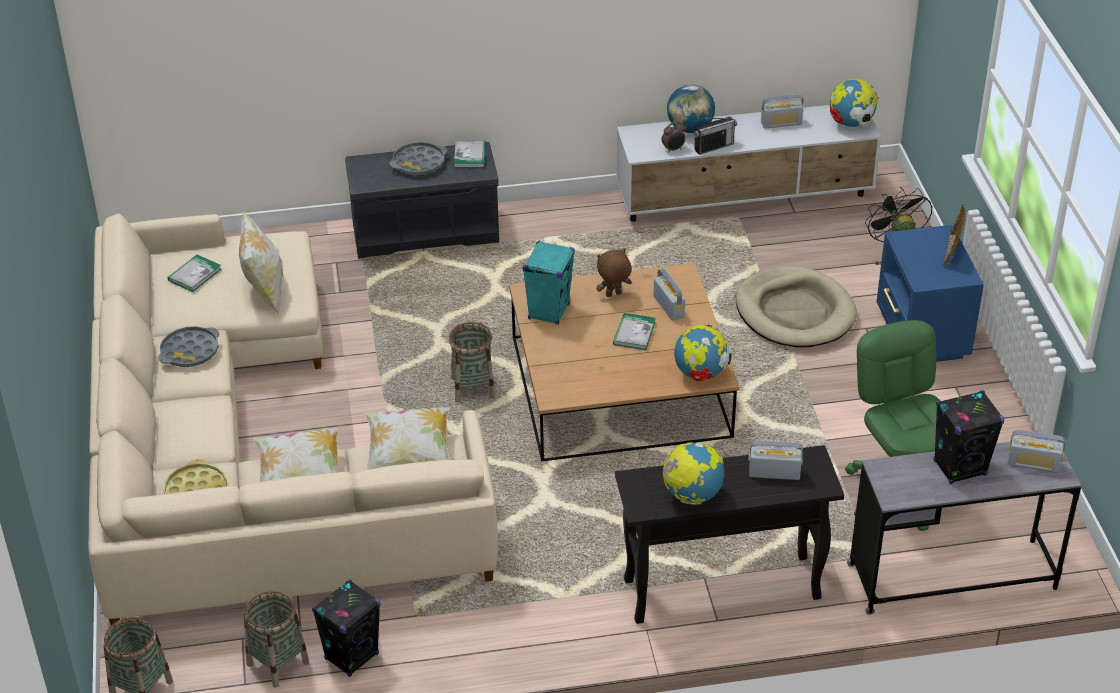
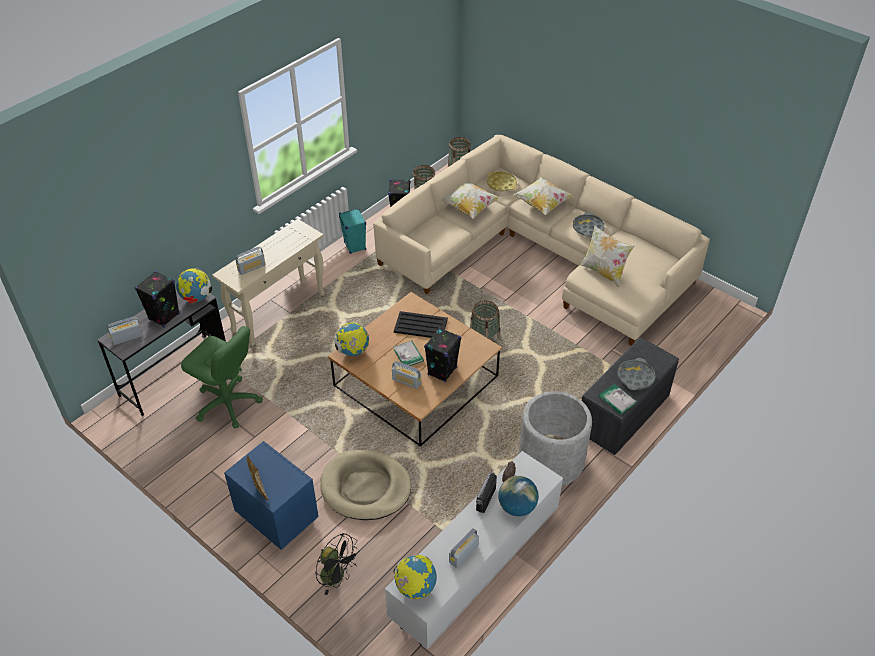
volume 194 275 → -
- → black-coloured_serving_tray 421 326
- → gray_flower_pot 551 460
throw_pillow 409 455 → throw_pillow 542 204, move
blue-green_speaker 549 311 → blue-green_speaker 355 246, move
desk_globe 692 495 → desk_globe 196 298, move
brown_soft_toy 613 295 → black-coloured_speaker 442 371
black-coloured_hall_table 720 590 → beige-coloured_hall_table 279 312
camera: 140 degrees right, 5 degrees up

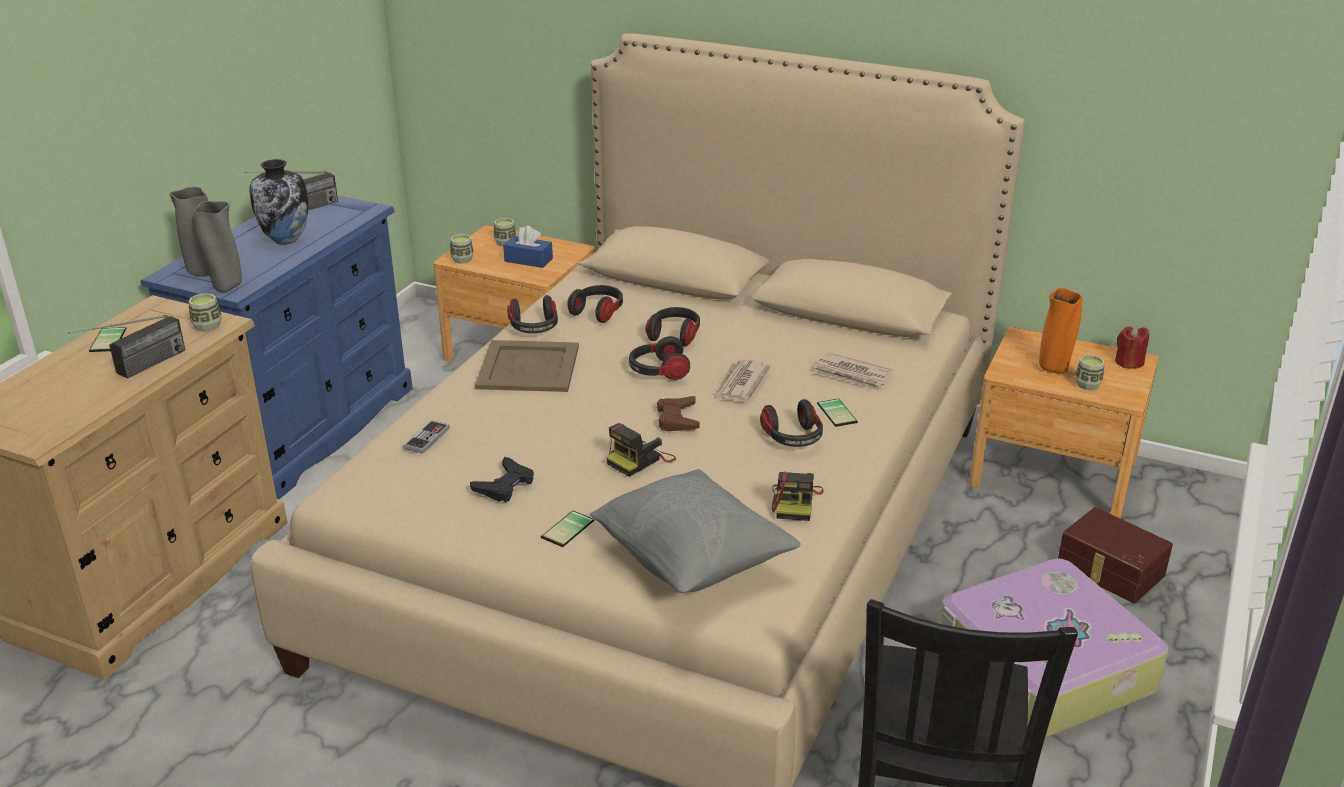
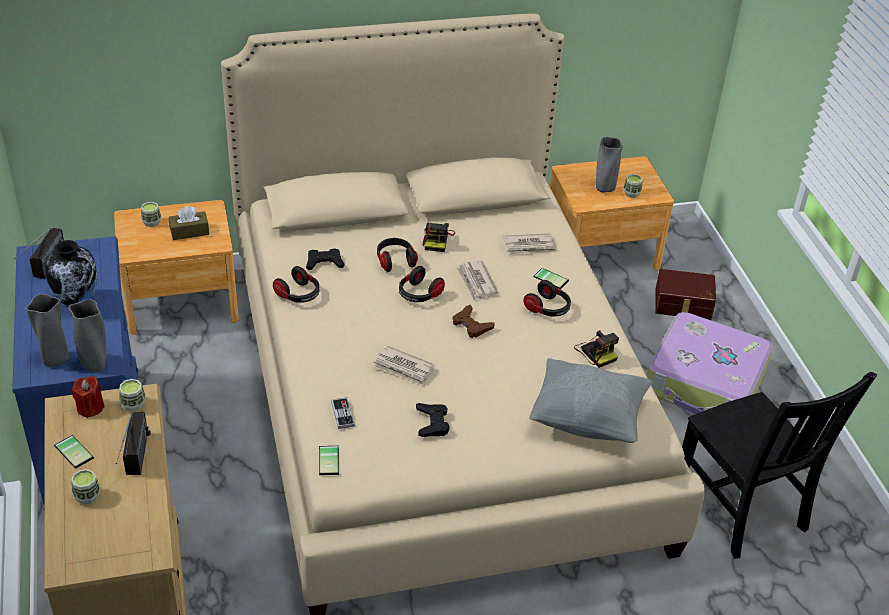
beige-coloured_serving_tray 529 367 → -
- → newspaper 404 368
small_cup 462 259 → small_cup 87 496, move
handset 570 530 → handset 331 460, move
photo_camera 640 460 → photo_camera 437 240, move
reddish_wax_candle 1128 362 → reddish_wax_candle 90 408, move
pair_of_headphones 598 312 → black-coloured_joypad 324 262
blue-coloured_box_of_tissues 528 260 → brown_box_of_tissues 189 232
orange_flower_vase 1053 368 → gray_flower_vase 604 189
camera: 40 degrees left, 10 degrees up

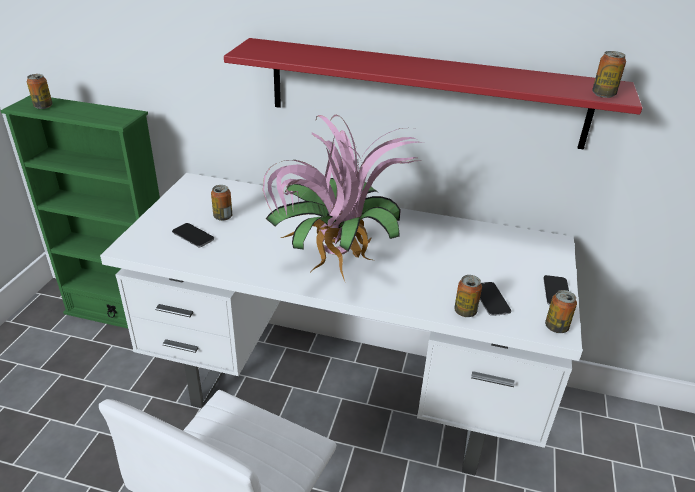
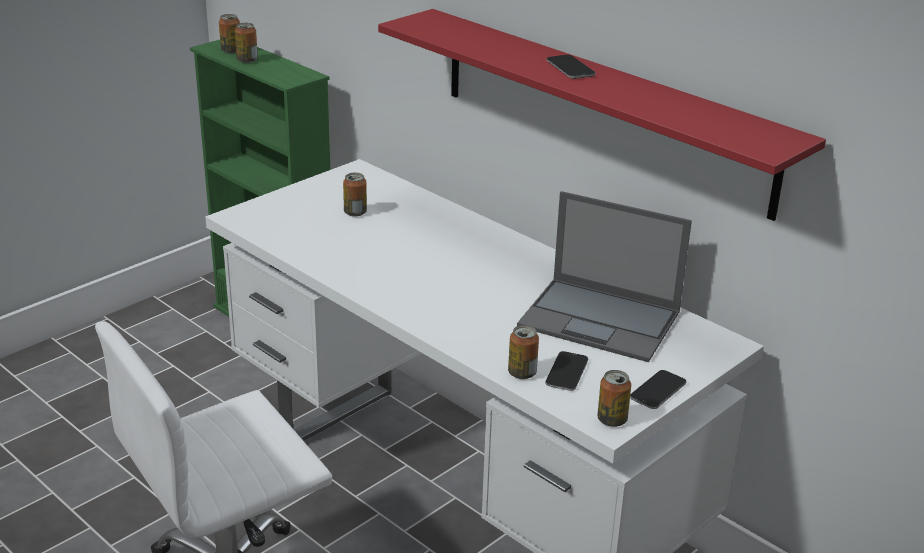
houseplant 335 264 → -
- → notebook_computer 601 320
handset 193 236 → handset 570 68, move
metal_can 603 94 → metal_can 247 60, move
camera: 30 degrees right, 5 degrees down

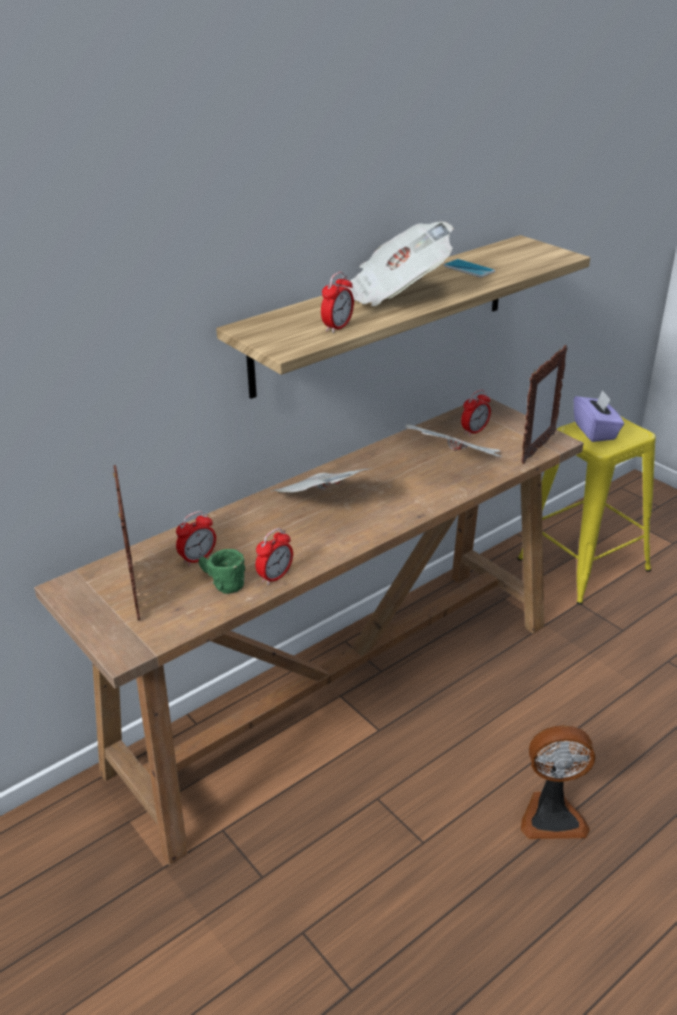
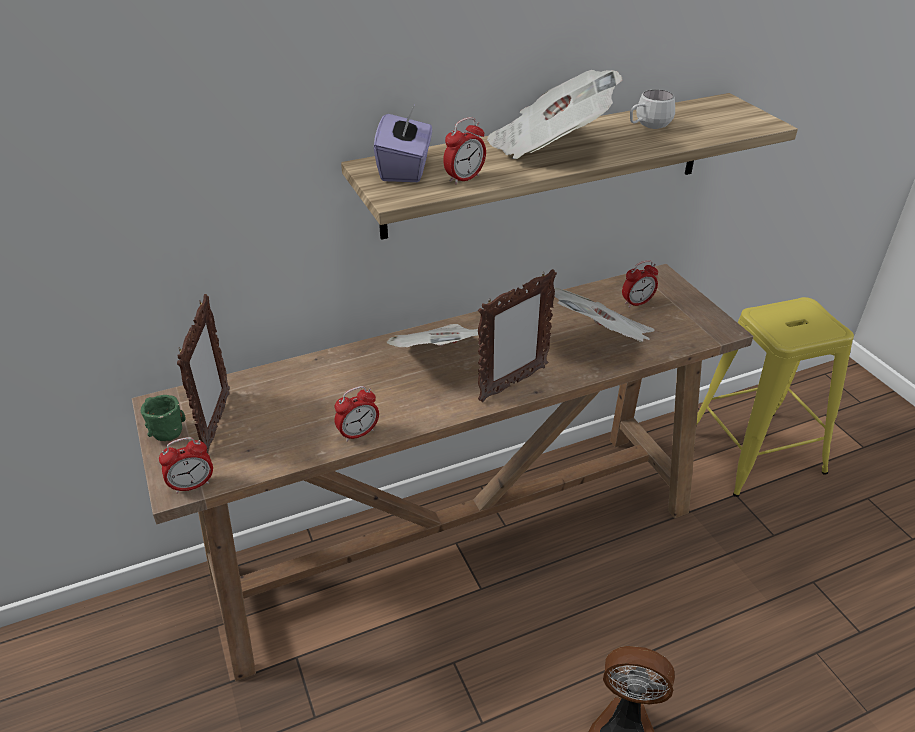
bedside_clock 198 558 → bedside_clock 192 485, move
green_tea_mug 220 583 → green_tea_mug 161 428, move
picture_frame 537 449 → picture_frame 512 384, move
purple_box_of_tissues 595 431 → purple_box_of_tissues 405 169, move
handset 468 269 → whitish_tea_mug 647 127
camera: 15 degrees right, 5 degrees up

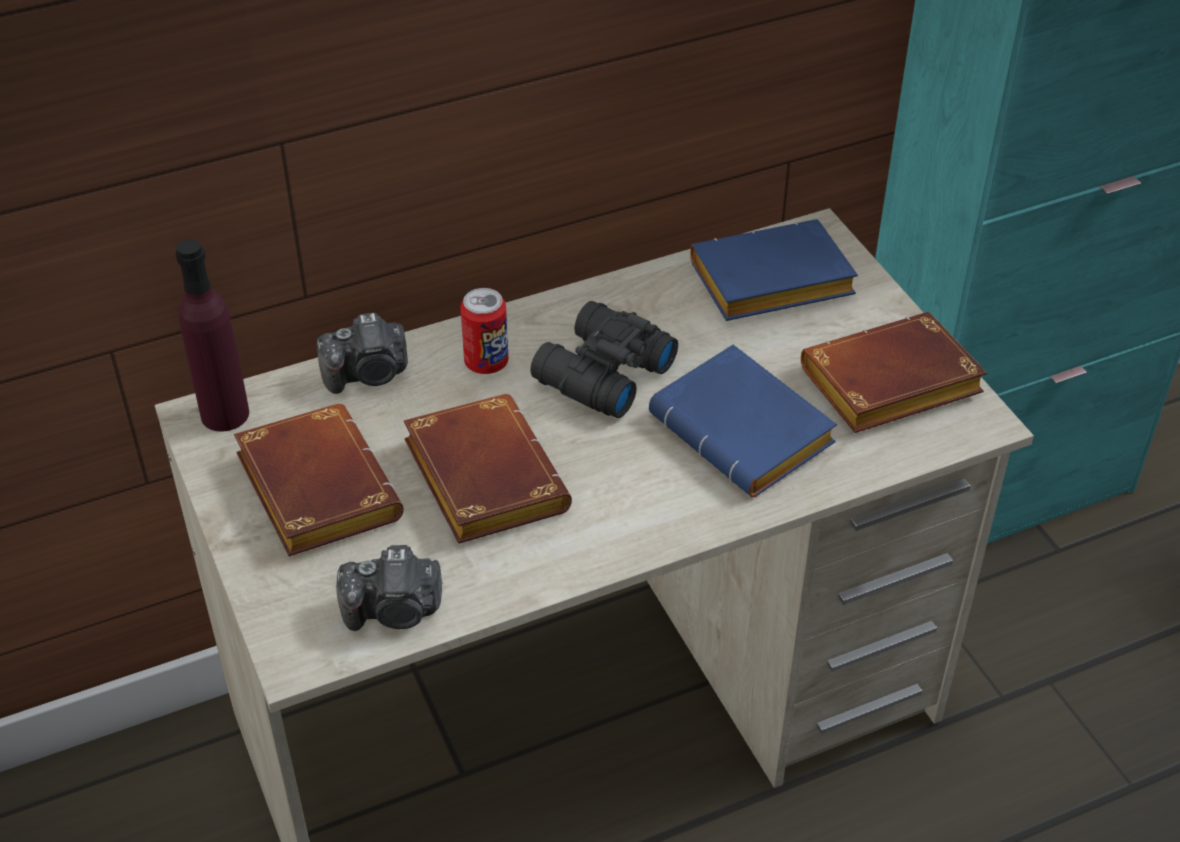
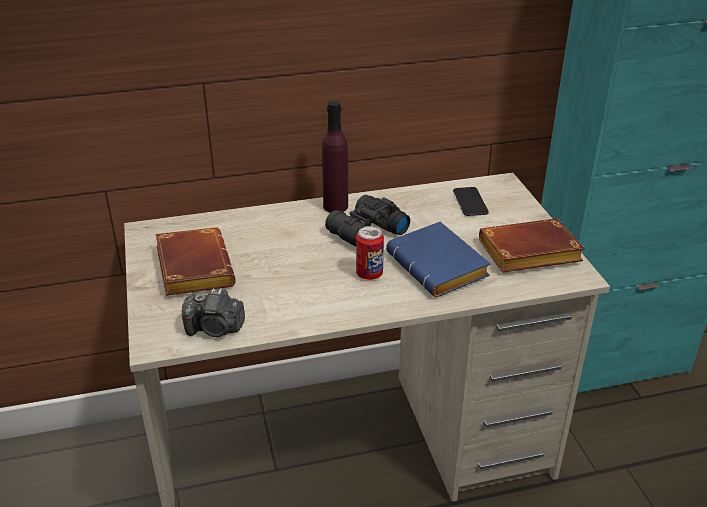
photo_camera 368 374 → -
brown_volume 479 477 → -
purple_beverage_bottle 225 414 → purple_beverage_bottle 335 206, move
metal_can 486 363 → metal_can 369 274, move
blue-coloured_volume 768 285 → handset 470 202
camera: 10 degrees right, 10 degrees down

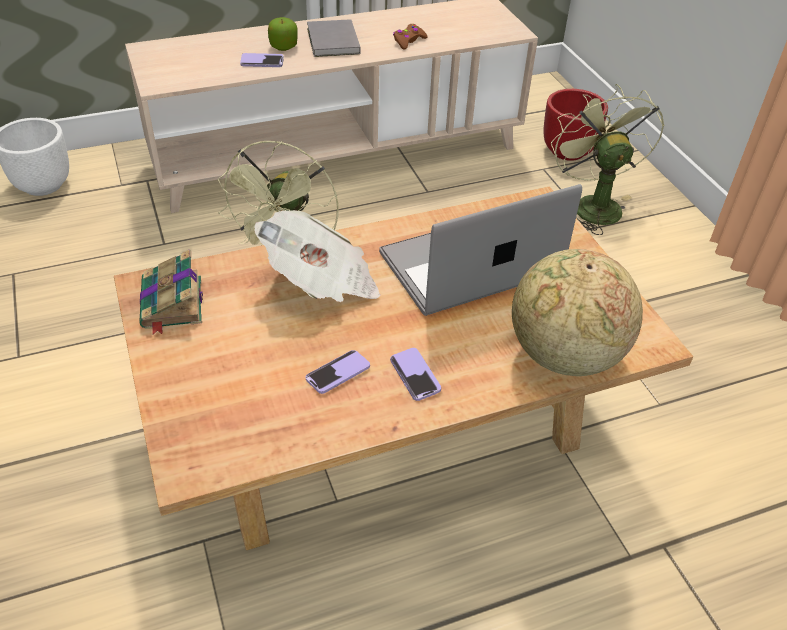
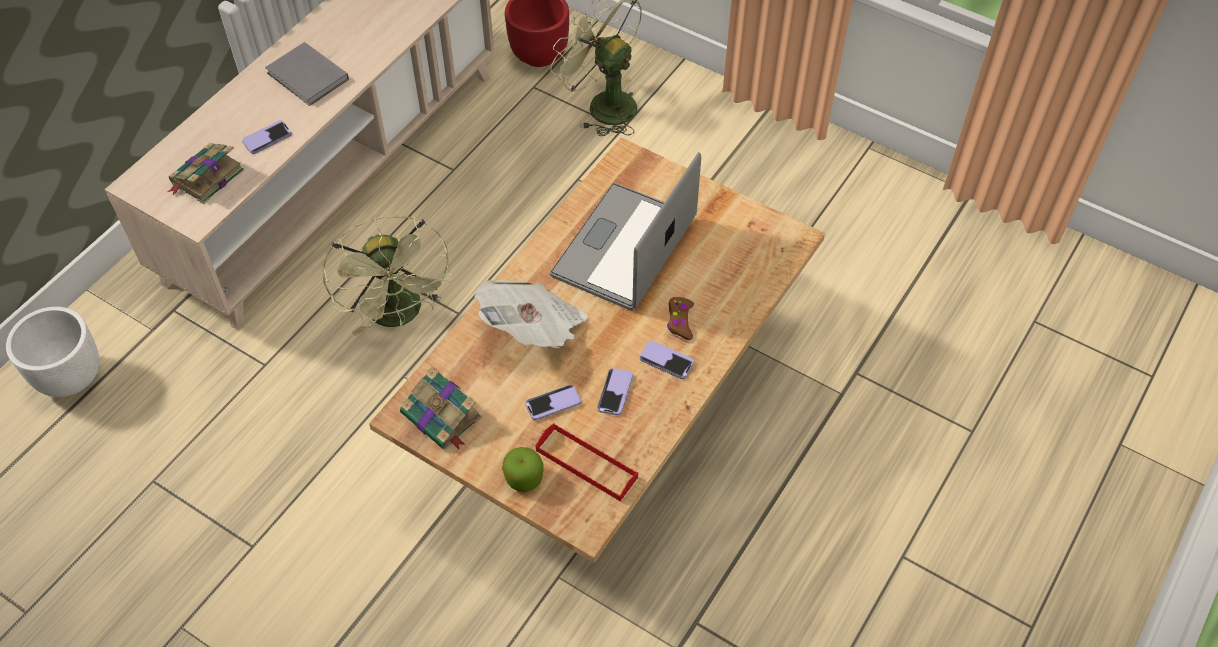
desk_globe 564 355 → -
- → volume 206 177
- → handset 553 403
- → reddish_serving_tray 586 464
apple 283 46 → apple 524 478, move
brown_joypad 408 41 → brown_joypad 680 321, move
camera: 35 degrees left, 10 degrees up

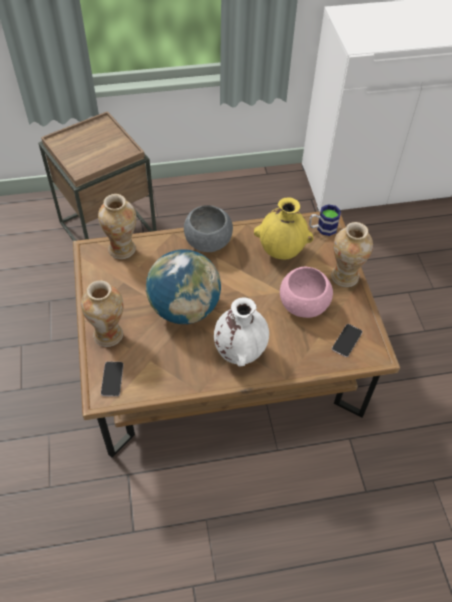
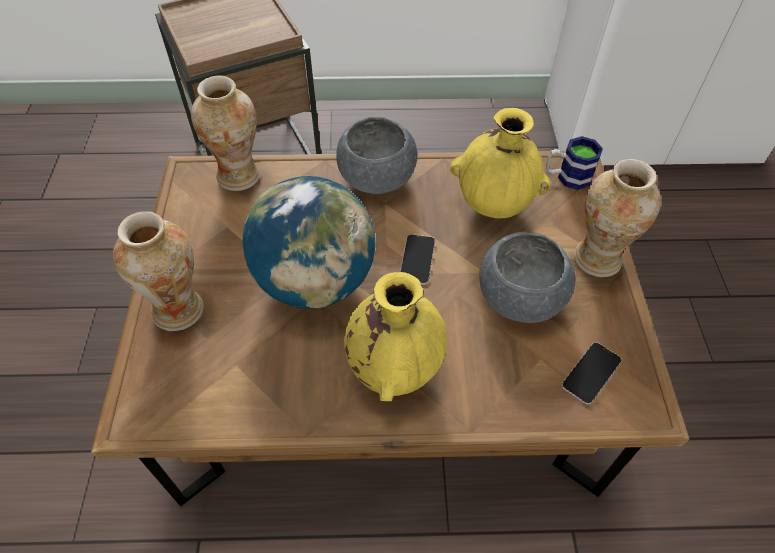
handset 112 379 → handset 417 259, move
whitish_flower_vase 239 352 → yellow_flower_vase 394 369
pinkish_deep_dish 303 304 → gray_deep_dish 519 297
camera: 10 degrees right, 0 degrees up

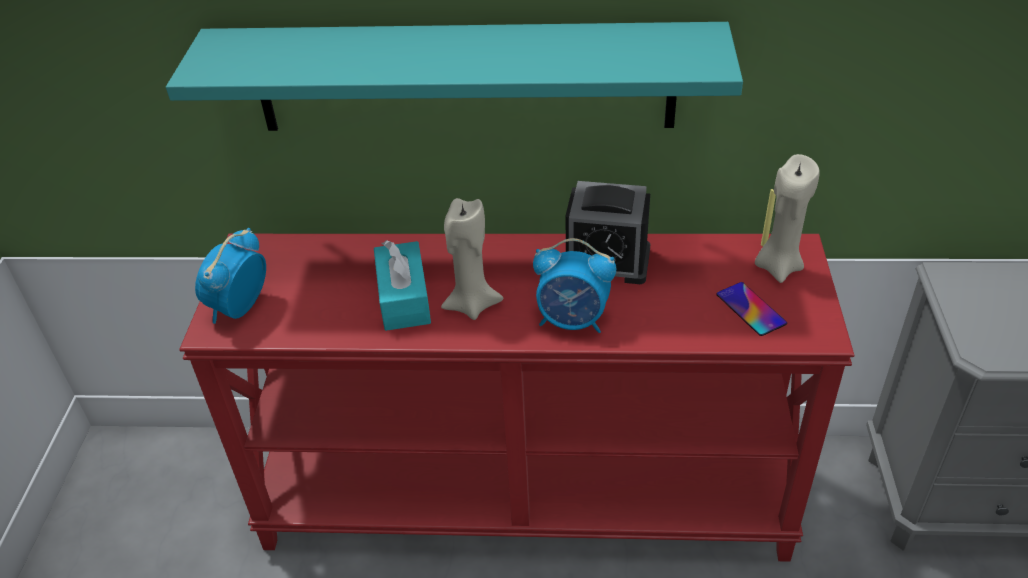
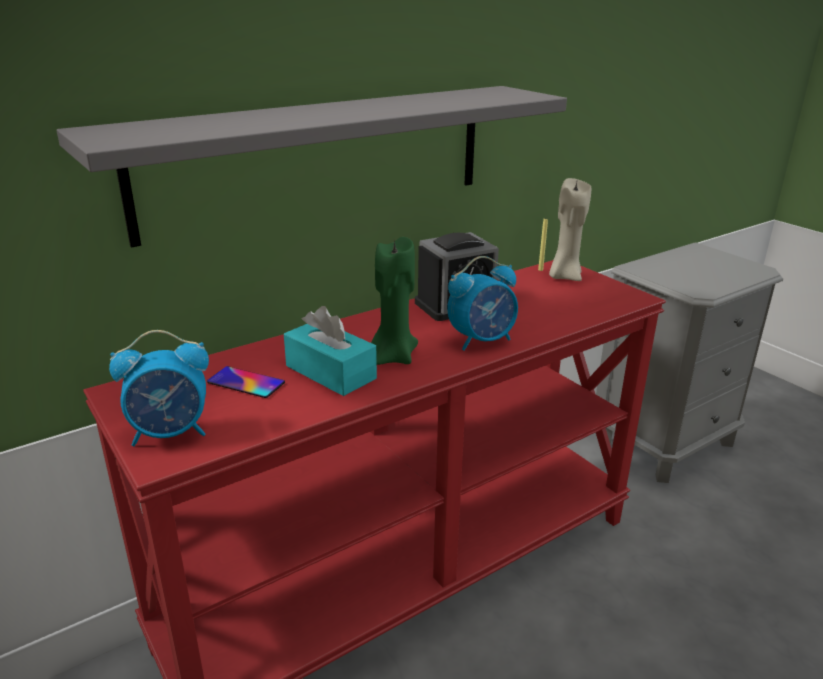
handset 750 309 → handset 246 383, move
blue-green_wall_shelf 464 78 → gray_wall_shelf 320 159
beige-coloured_wax_candle 471 304 → green_wax_candle 393 357
bedside_clock 239 308 → bedside_clock 171 433, 90 degrees counterclockwise
camera: 40 degrees left, 15 degrees down

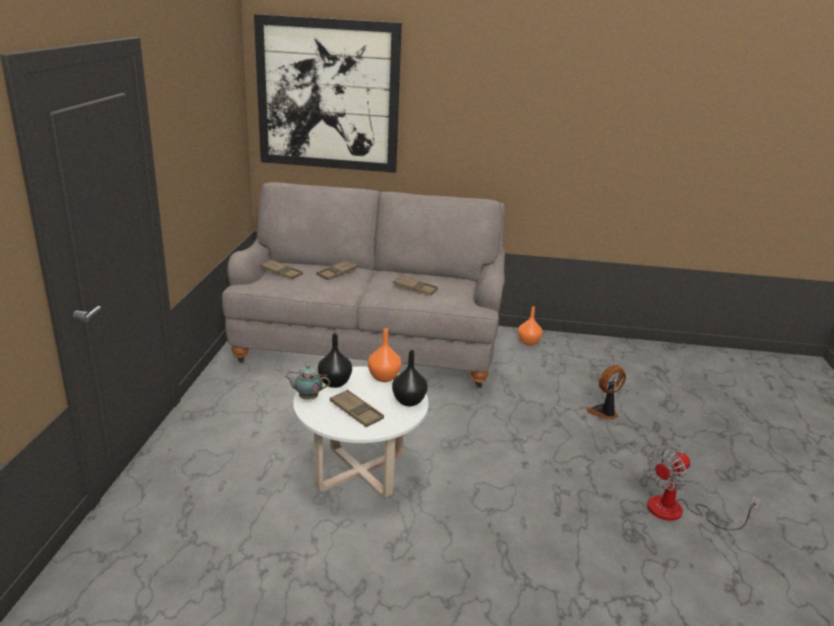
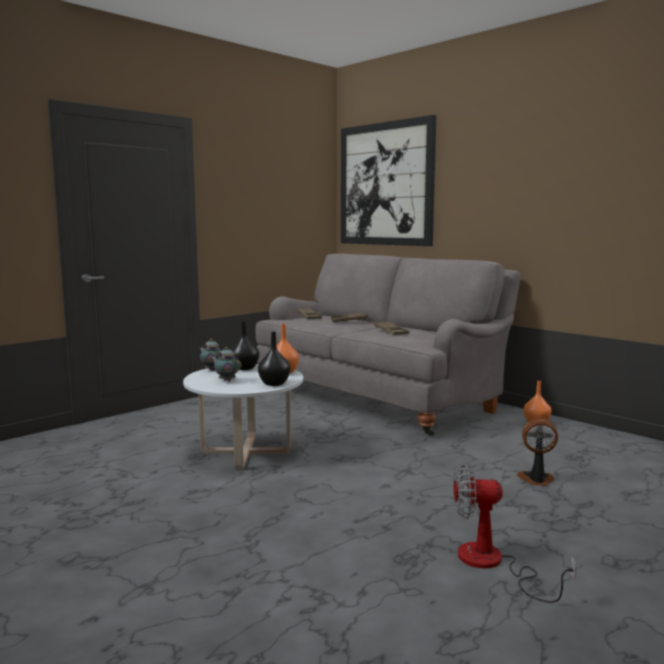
brown_serving_tray 356 412 → pot_for_tea 226 380
camera: 40 degrees right, 15 degrees down

